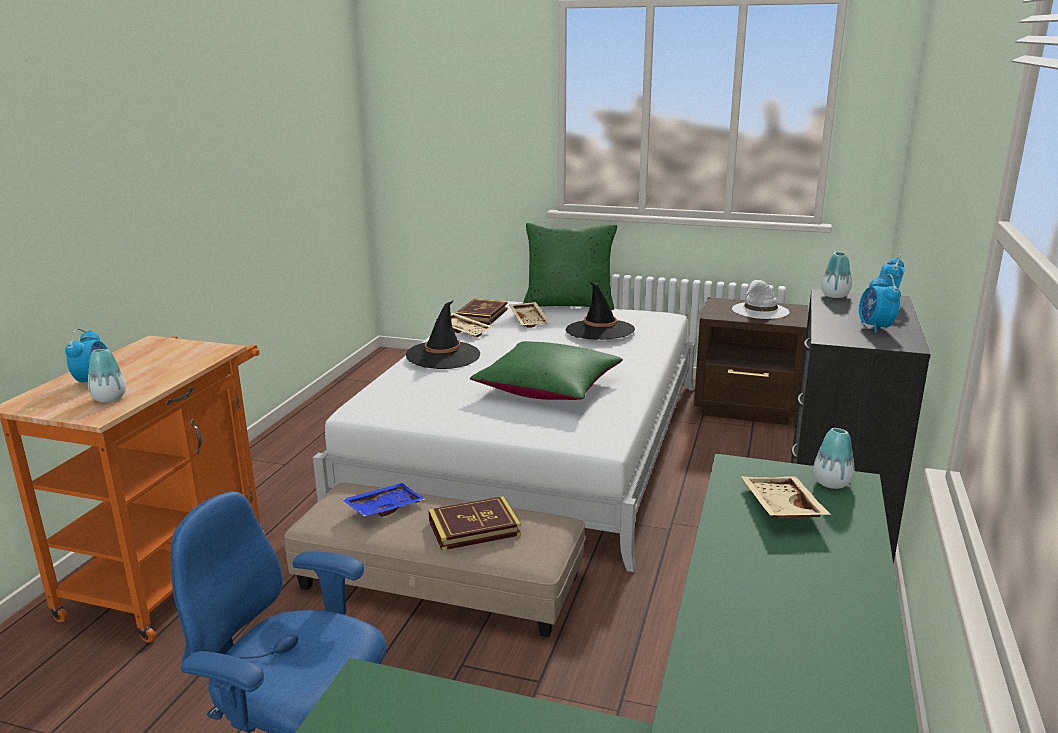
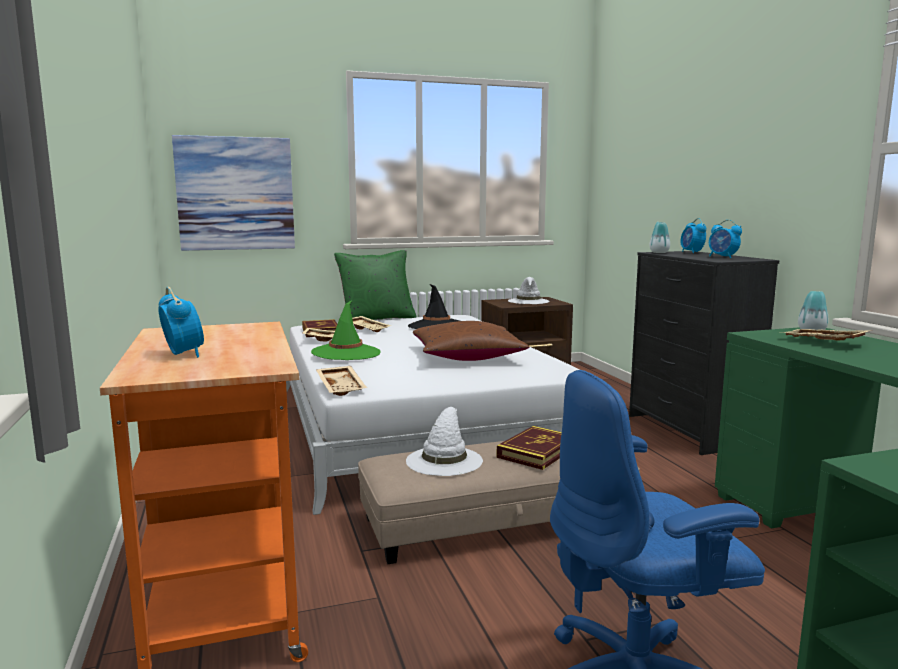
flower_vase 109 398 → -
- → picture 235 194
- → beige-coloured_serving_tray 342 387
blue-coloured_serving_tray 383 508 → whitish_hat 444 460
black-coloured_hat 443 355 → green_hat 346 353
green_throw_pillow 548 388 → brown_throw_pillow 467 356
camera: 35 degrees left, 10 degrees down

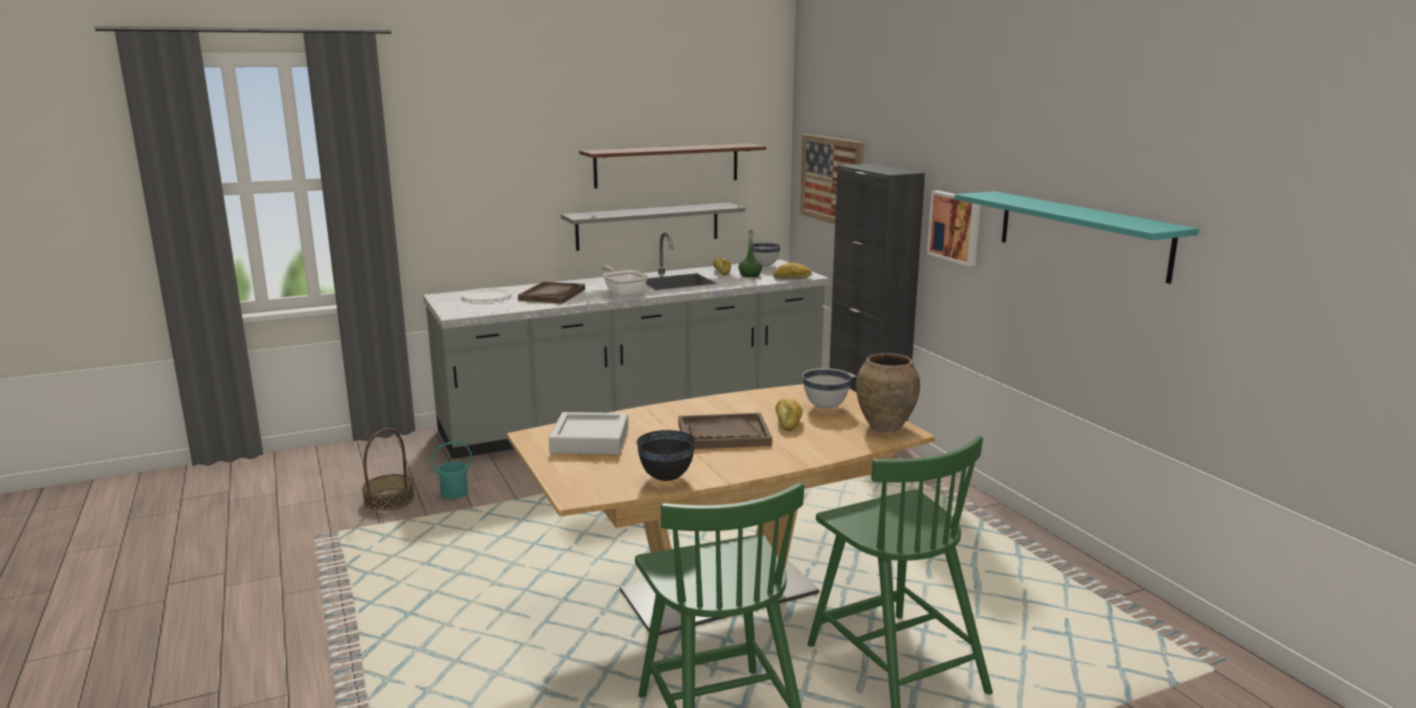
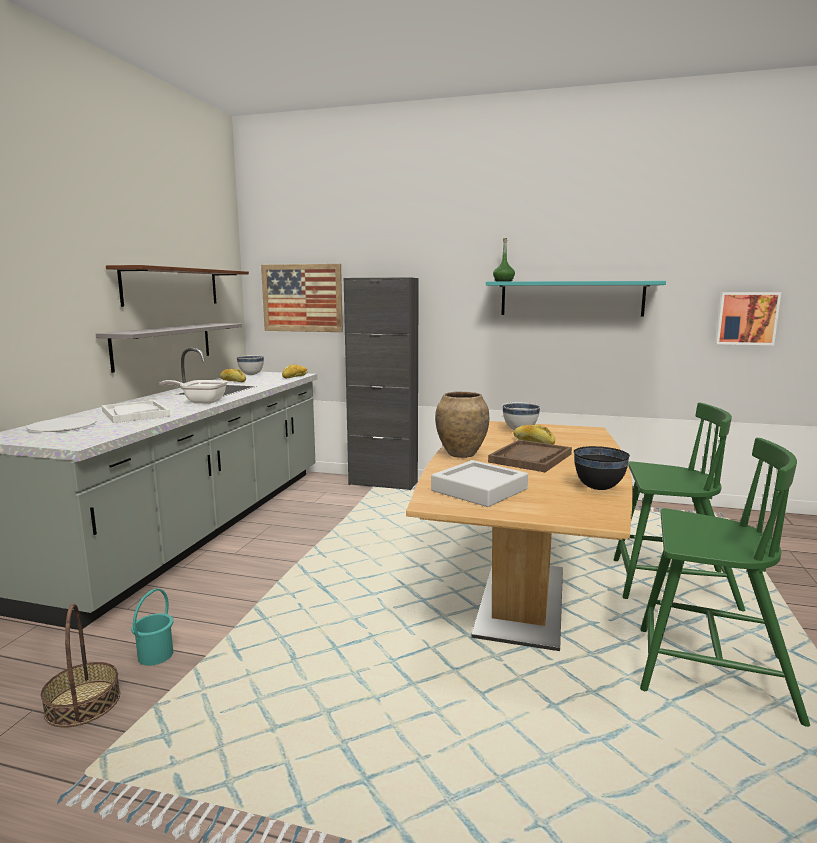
green_beverage_bottle 750 275 → green_beverage_bottle 503 281, move
brown_flower_vase 884 426 → brown_flower_vase 461 454, move
picture 956 227 → picture 746 318, move
brown_serving_tray 552 294 → whitish_serving_tray 135 413
camera: 50 degrees left, 5 degrees down

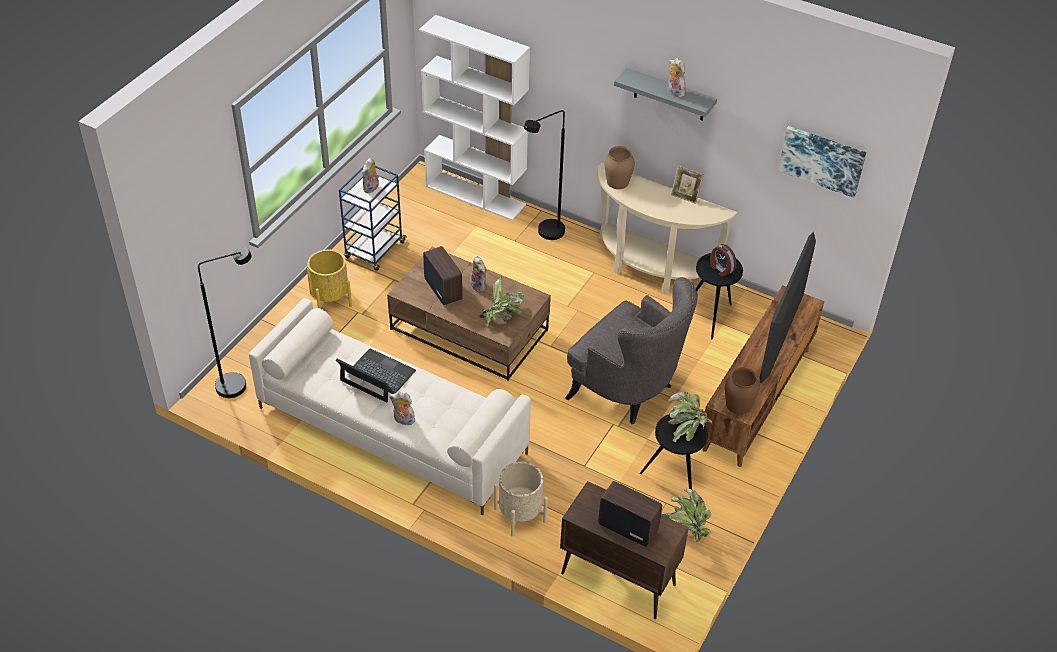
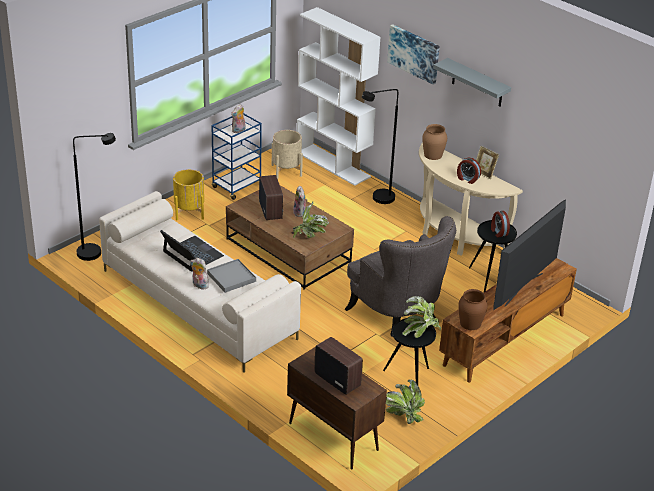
soft_toy 674 92 → -
- → gray_serving_tray 231 277
- → bedside_clock 467 179
beige-coloured_flower_pot 520 515 → beige-coloured_flower_pot 286 170, move
picture 822 160 → picture 414 53, move
camera: 15 degrees right, 10 degrees down

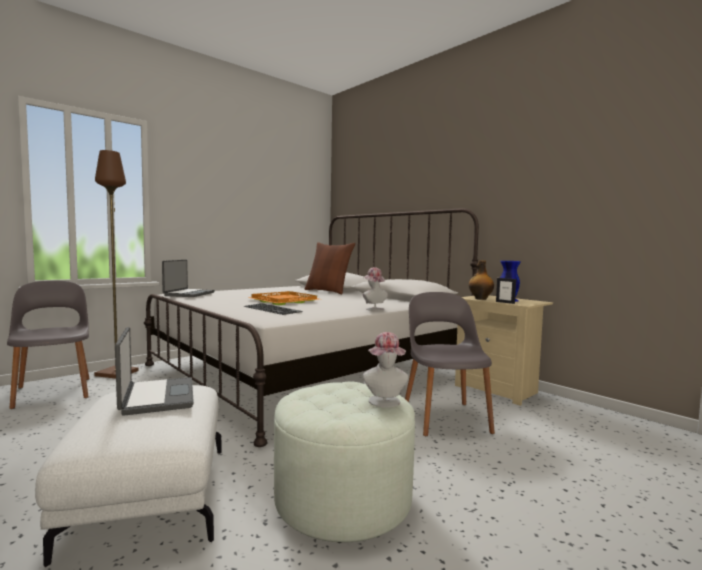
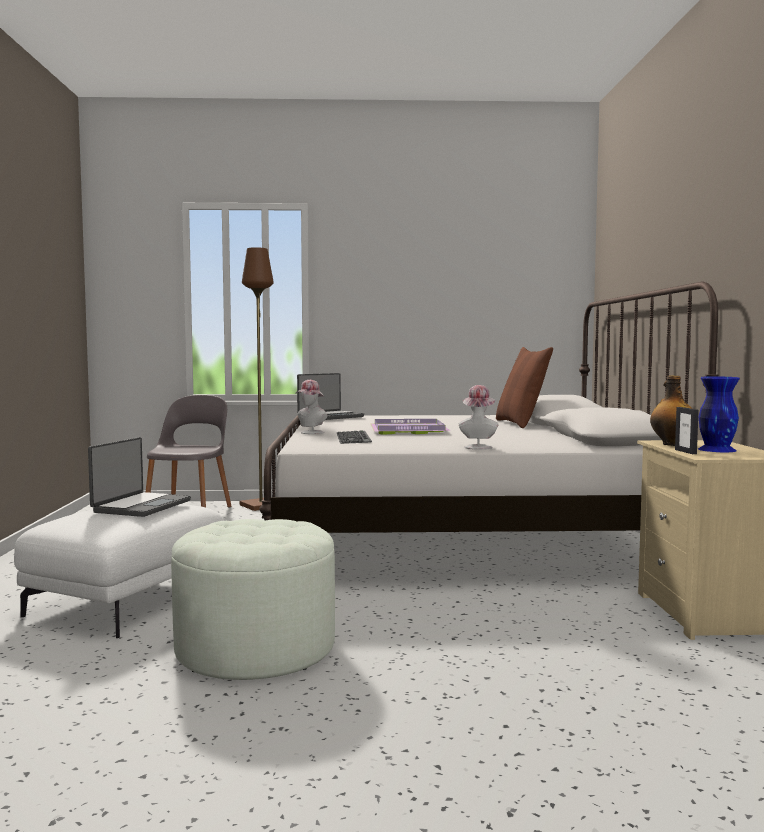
gray_chair 445 417 → -
hat 385 403 → hat 310 433, move
orange_serving_tray 284 300 → purple_serving_tray 410 430
camera: 40 degrees right, 0 degrees up

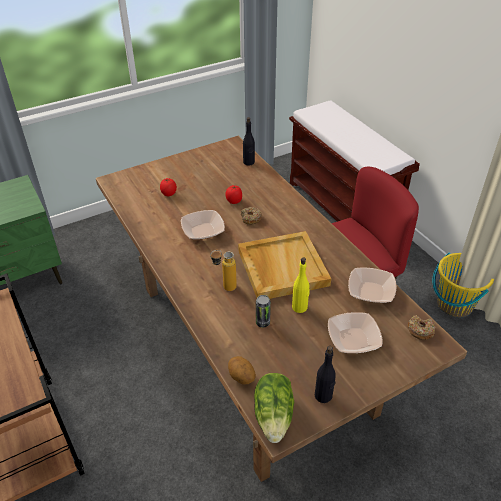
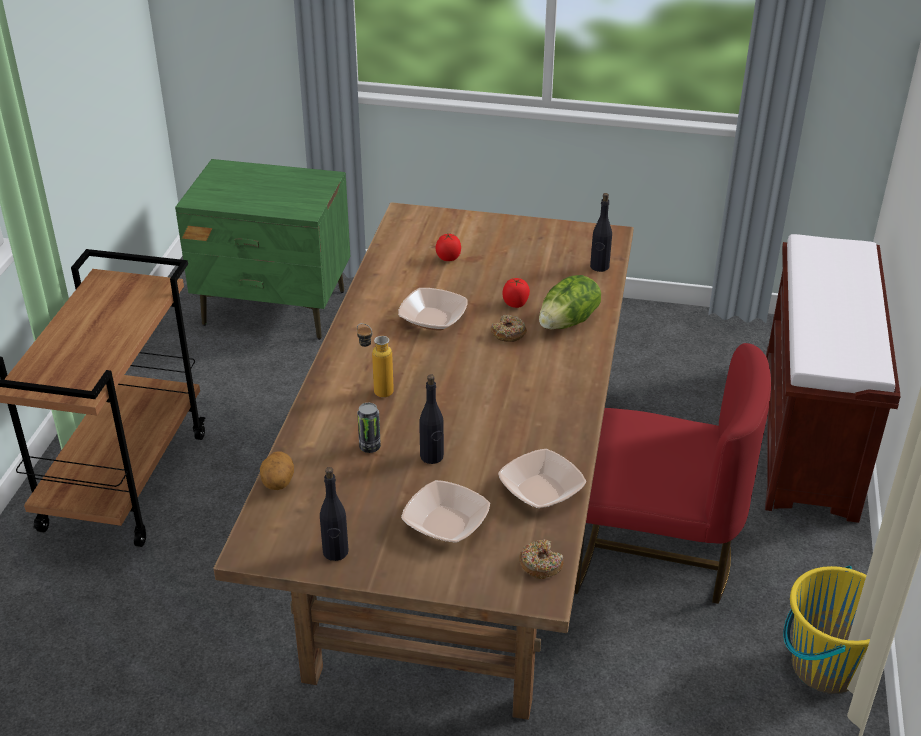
beige-coloured_serving_tray 281 267 → -
lettuce 274 416 → lettuce 569 322, move
yellow_beverage_bottle 300 307 → black-coloured_beverage_bottle 432 456
camera: 40 degrees right, 5 degrees down

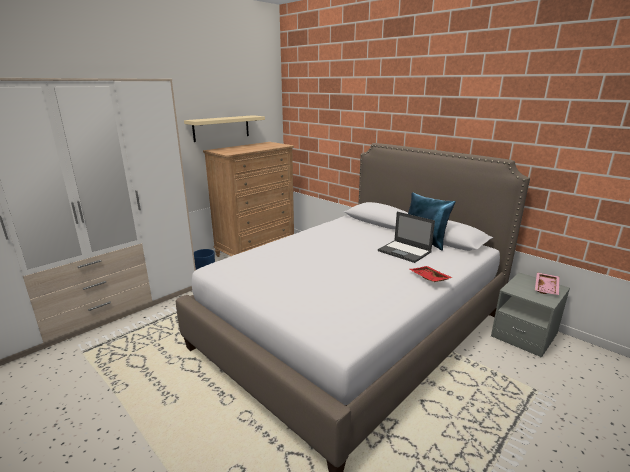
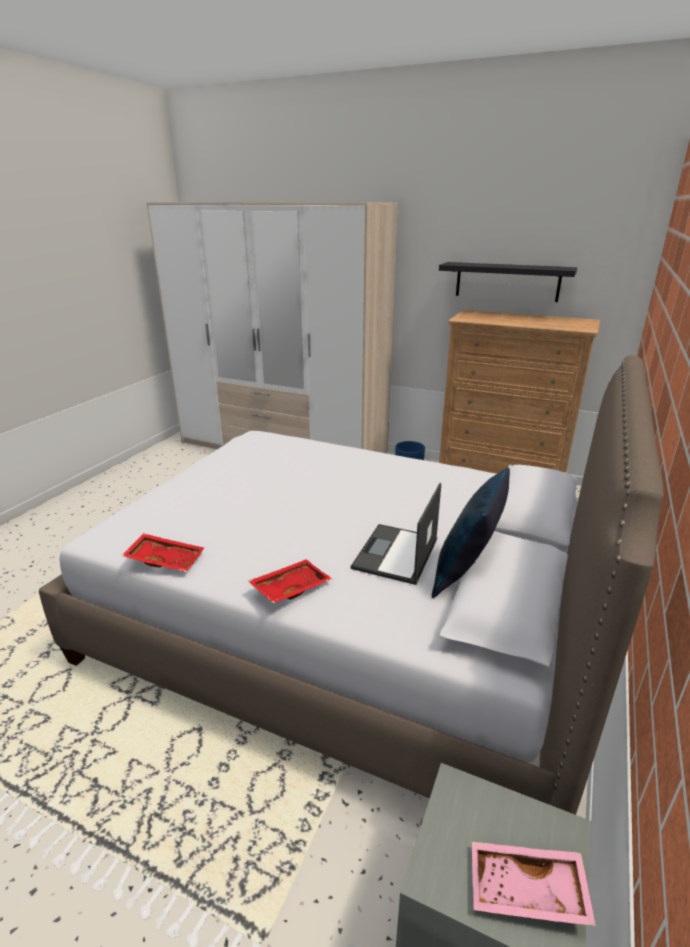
- → reddish_serving_tray 166 559
beige-coloured_wall_shelf 221 128 → black-coloured_wall_shelf 507 281
camera: 70 degrees right, 5 degrees up

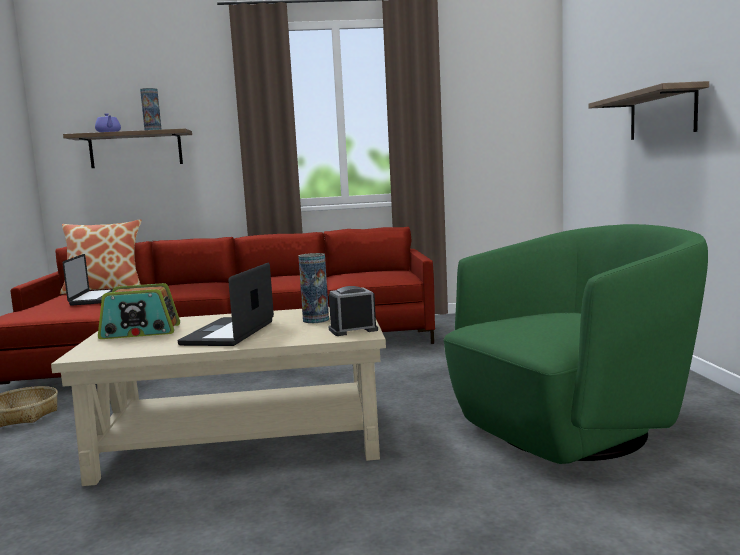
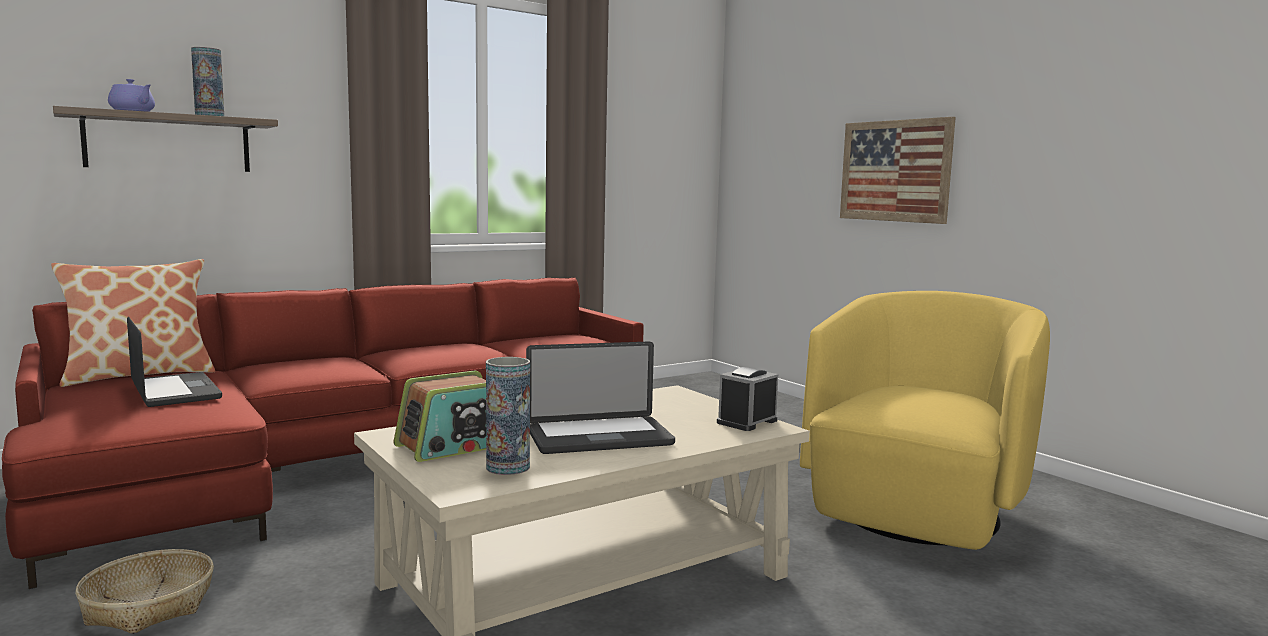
flower_vase 316 320 → flower_vase 508 467, move
wall_shelf 662 114 → picture 895 171
green_easy_chair 572 428 → yellow_easy_chair 916 511
notebook_computer 229 333 → notebook_computer 599 437, 90 degrees counterclockwise
camera: 30 degrees left, 0 degrees up

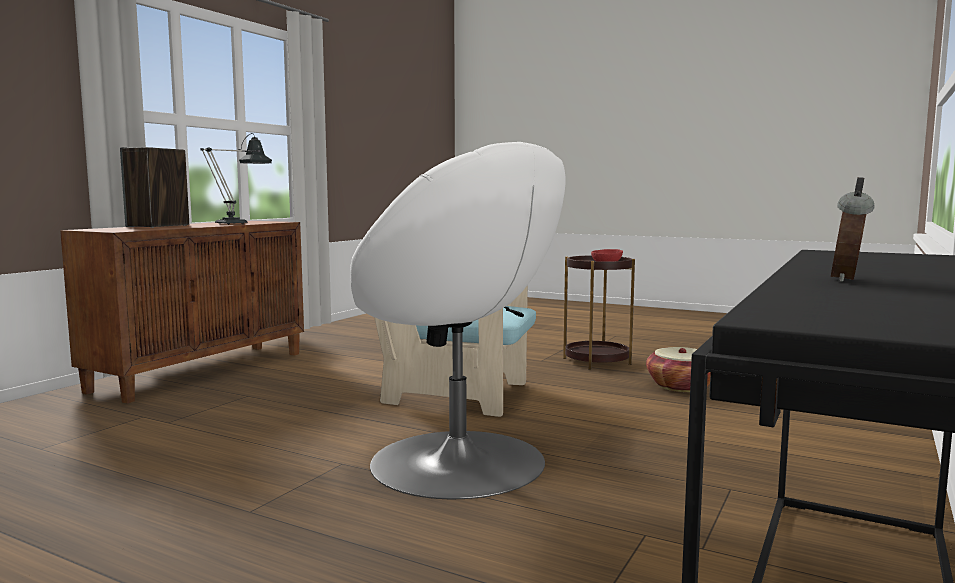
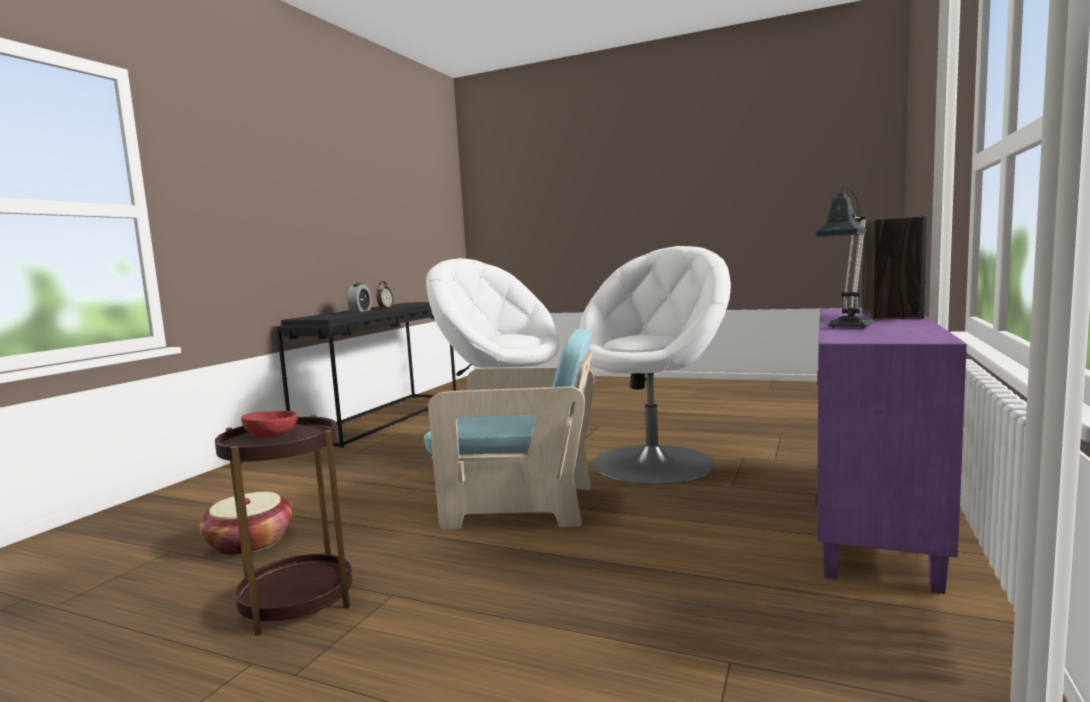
- → bedside_clock 360 311
- → whitish_easy_chair 654 462
brown_cabinet 202 371 → purple_cabinet 873 518
camera: 175 degrees right, 0 degrees up

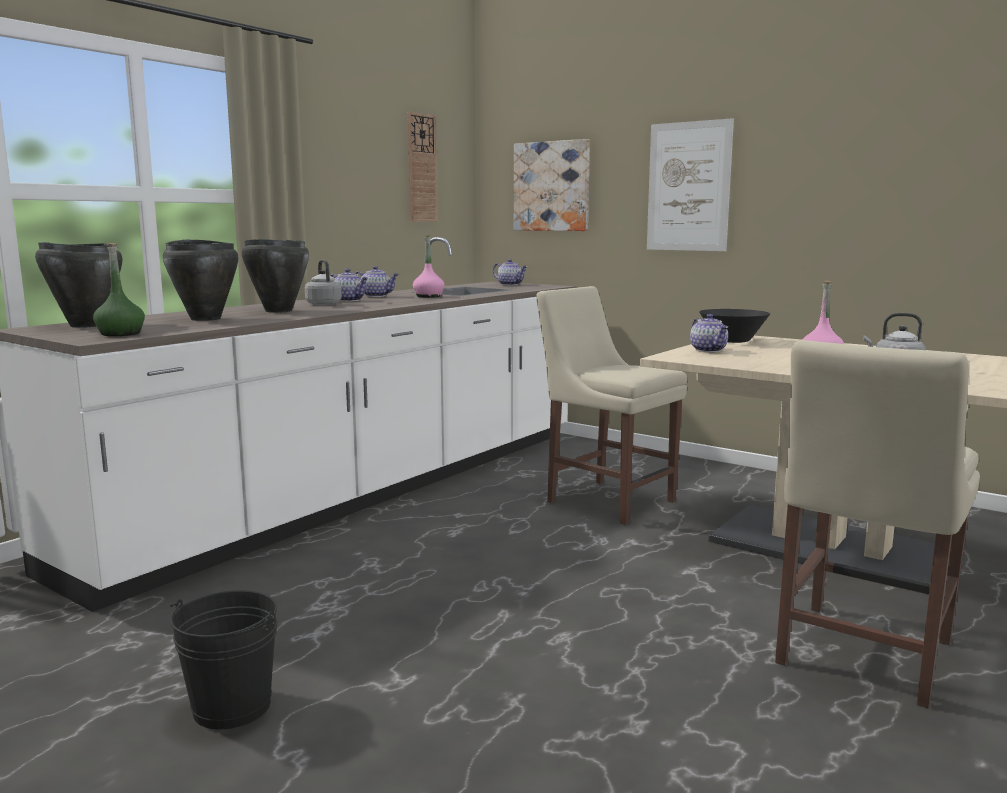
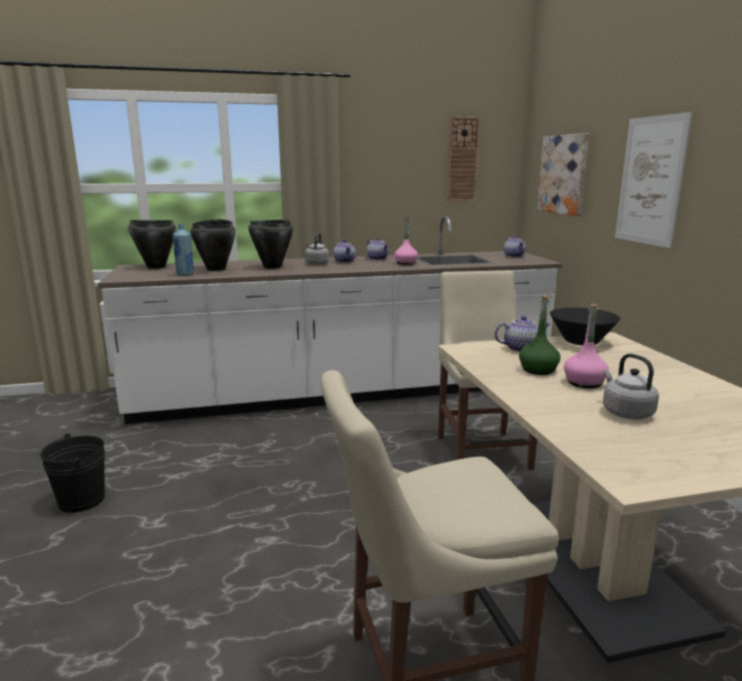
- → blue-coloured_beverage_bottle 185 274
green_beverage_bottle 121 334 → green_beverage_bottle 538 370, move
pot_for_tea 709 350 → pot_for_tea 521 348, 120 degrees counterclockwise
camera: 40 degrees right, 5 degrees up

